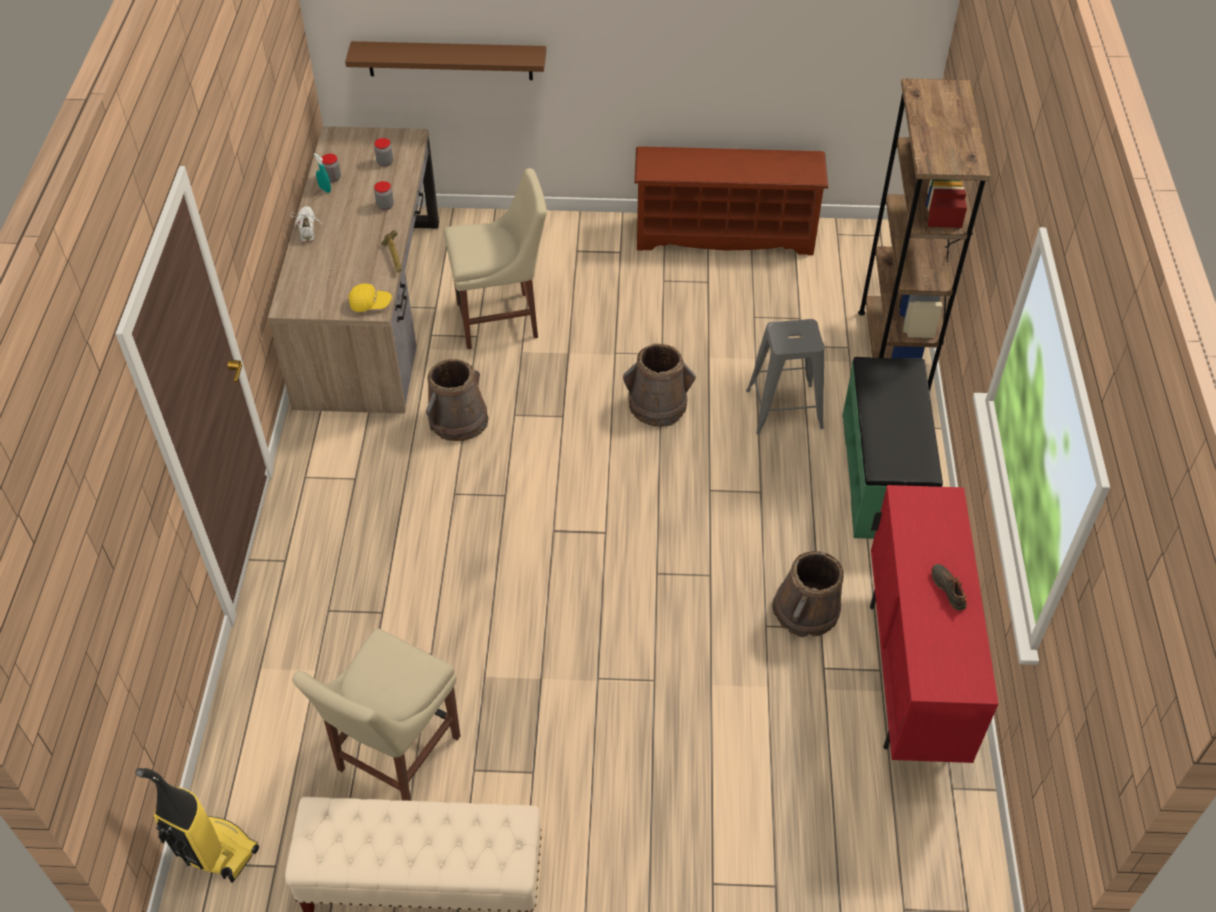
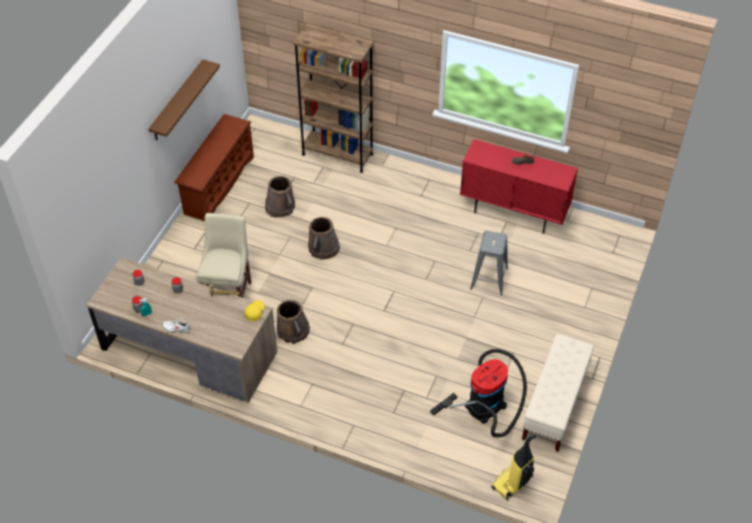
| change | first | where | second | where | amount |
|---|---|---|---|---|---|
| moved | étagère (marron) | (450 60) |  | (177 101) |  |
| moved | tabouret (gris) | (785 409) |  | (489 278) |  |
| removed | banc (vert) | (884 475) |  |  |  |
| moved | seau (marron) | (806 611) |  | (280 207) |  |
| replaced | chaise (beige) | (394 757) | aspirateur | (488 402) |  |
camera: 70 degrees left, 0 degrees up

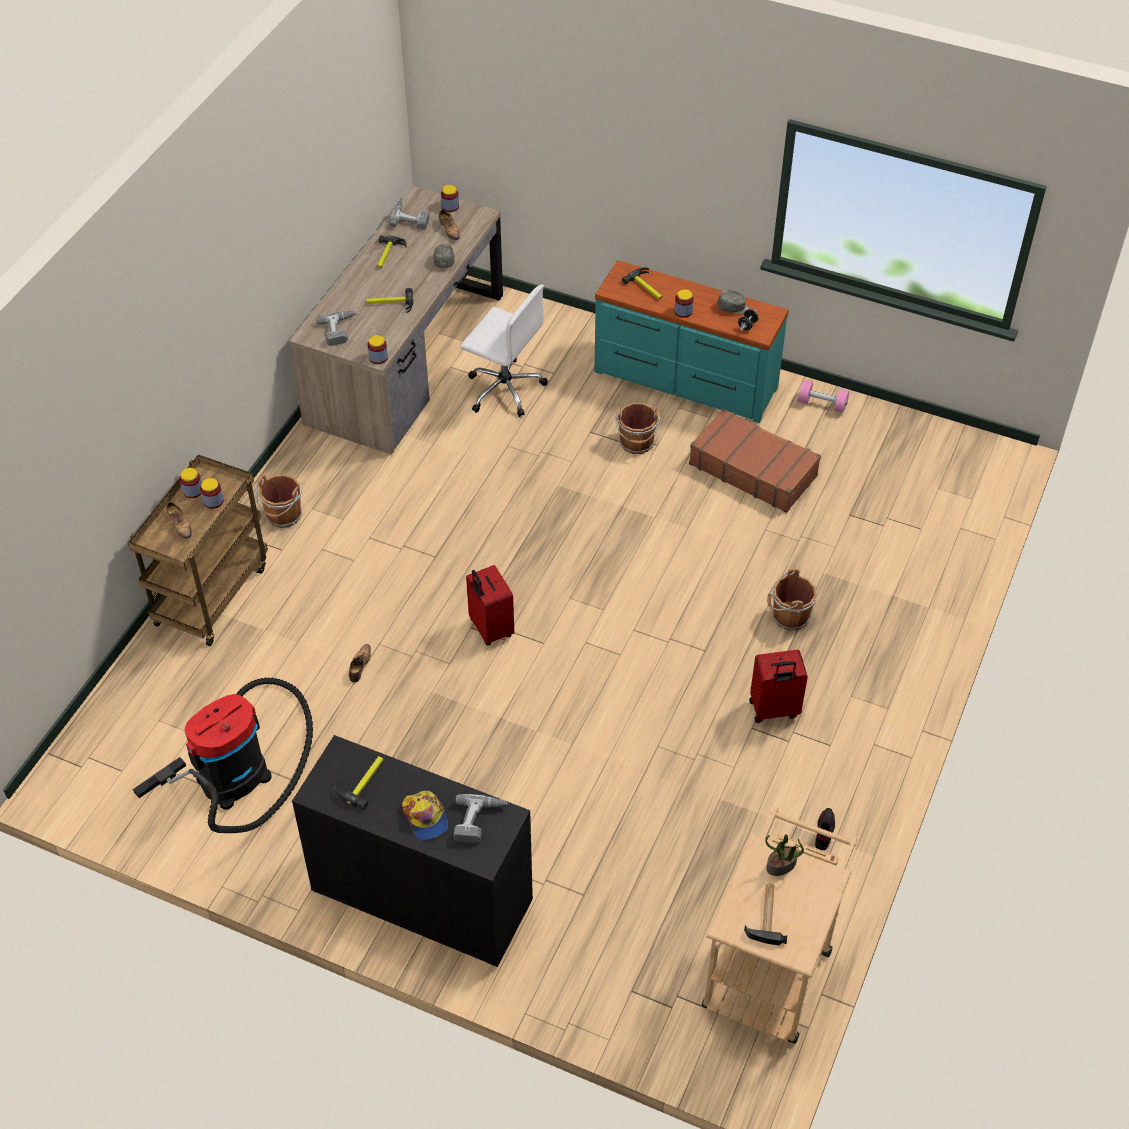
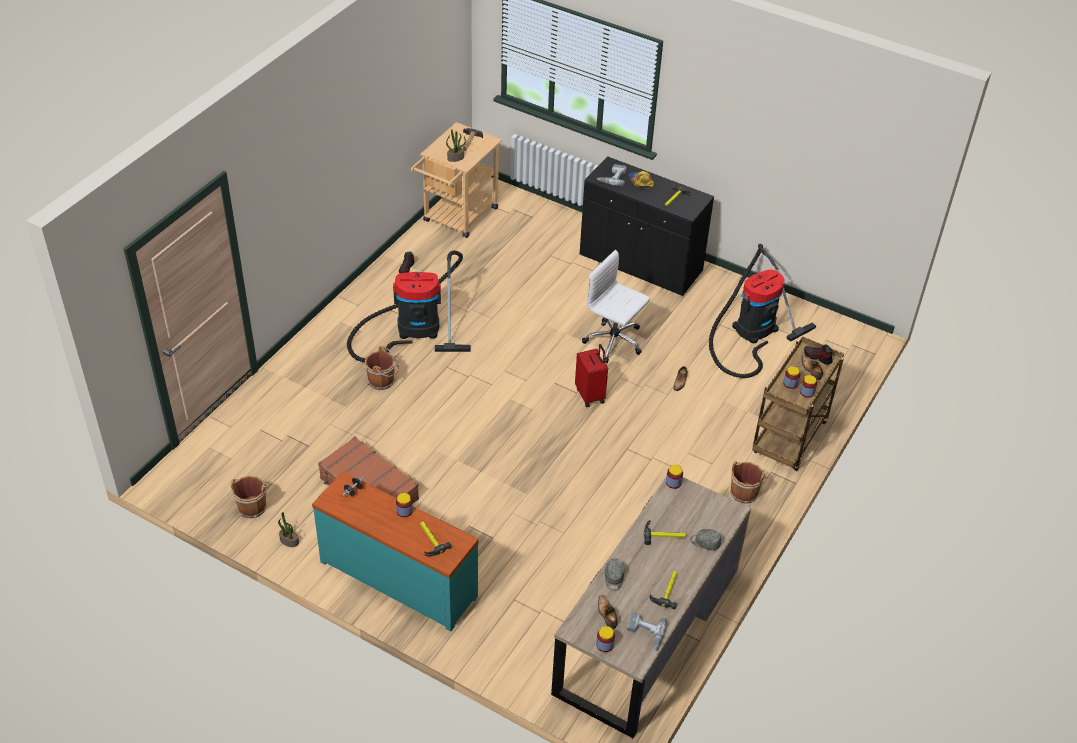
| change | first | where | second | where | amount |
|---|---|---|---|---|---|
| moved | chaise de bureau (blanc) | (504 388) |  | (614 342) |  |
| moved | casquette (gris) | (734 308) |  | (705 542) |  |
| removed | perceuse | (340 330) |  |  |  |
| replaced | haltère (rose) | (822 404) | plante en pot | (289 541) |  |
| moved | seau (marron) | (637 444) |  | (252 506) |  |
| replaced | valise (rouge) | (774 710) | aspirateur | (413 329) |  |
| added |  |  | chaussure | (817 357) |  |
camera: 175 degrees left, 5 degrees down

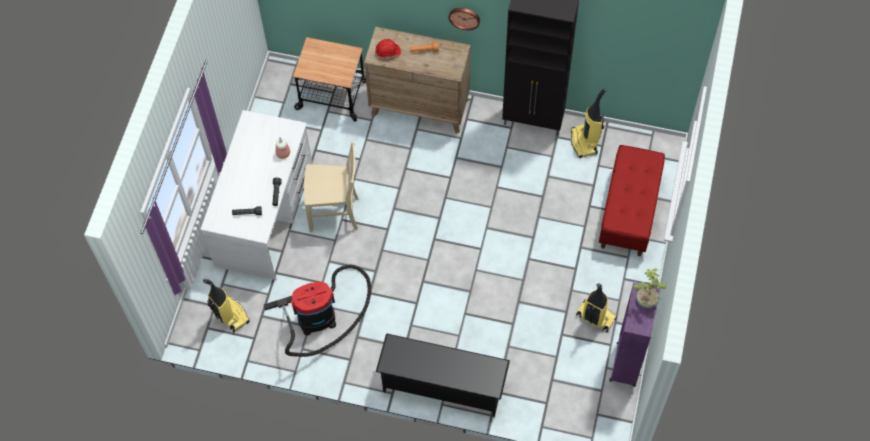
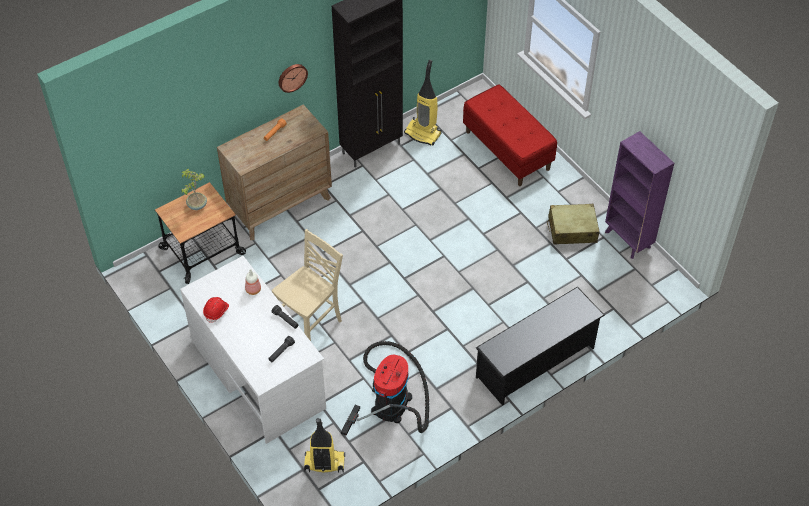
| change | first | where | second | where | amount |
|---|---|---|---|---|---|
| moved | casque de chantier (rouge) | (388 52) |  | (216 311) |  |
| moved | plante en pot | (646 300) |  | (196 205) |  |
| replaced | aspirateur | (595 317) | valise (beige) | (572 230) |  |
camera: 50 degrees left, 10 degrees down

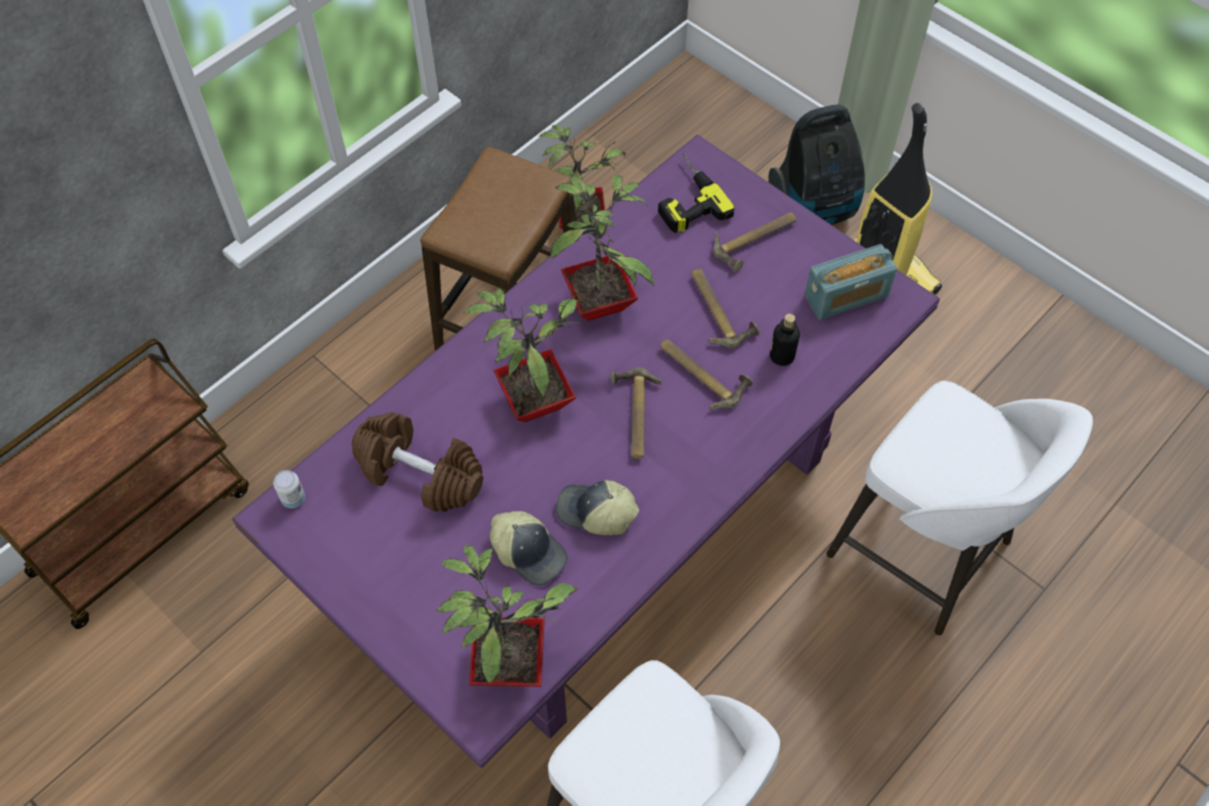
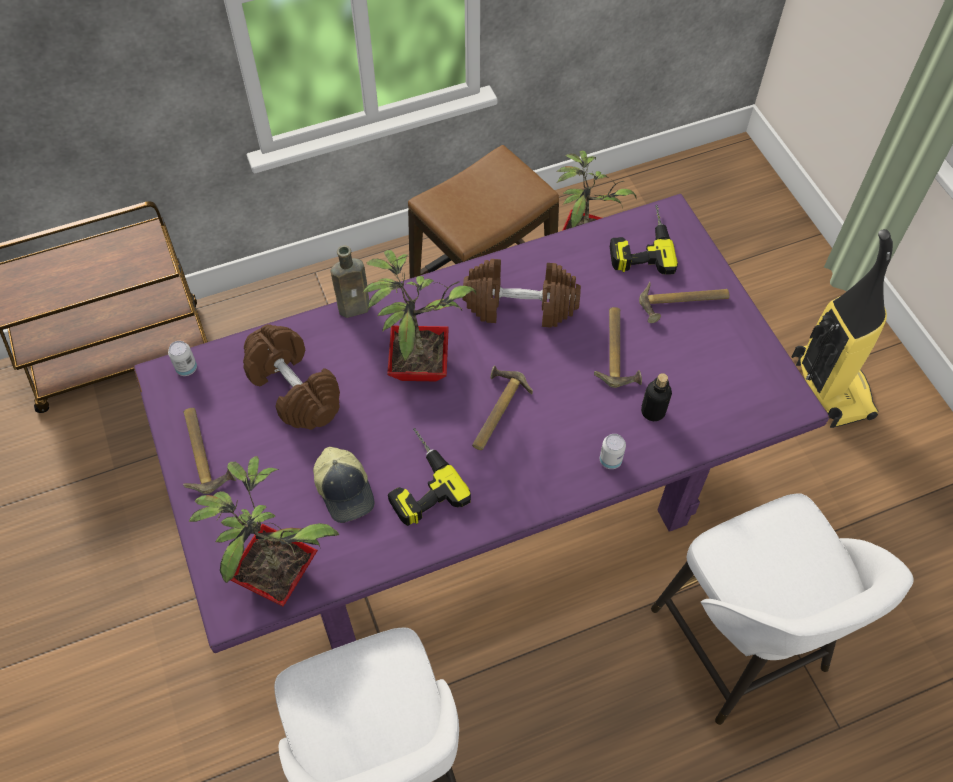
| change | first | where | second | where | amount |
|---|---|---|---|---|---|
| removed | aspirateur | (815 209) |  |  |  |
| replaced | plante en pot | (602 302) | haltère (marron) | (520 305) |  |
| removed | radio | (846 296) |  |  |  |
| moved | marteau | (702 373) |  | (205 452) |  |
| replaced | casquette | (595 513) | perceuse | (417 481) |  |
| added |  |  | bouteille (marron) | (356 307) |  |
| added |  |  | boîte métallique | (610 460) |  |
camera: 25 degrees right, 0 degrees up

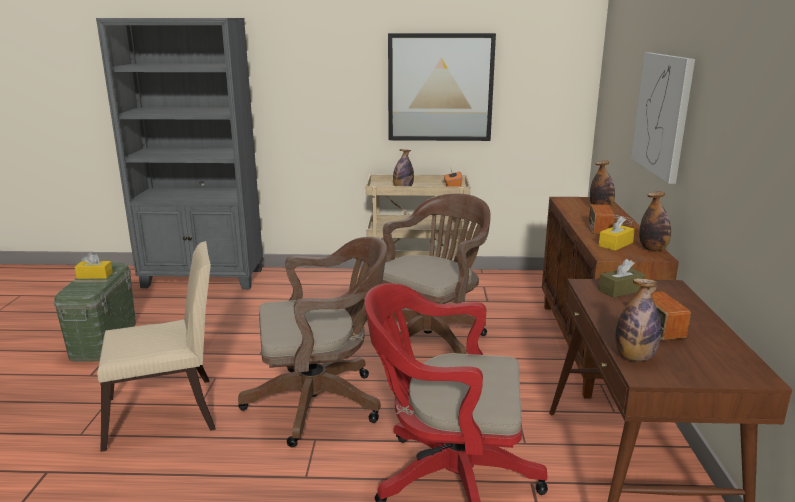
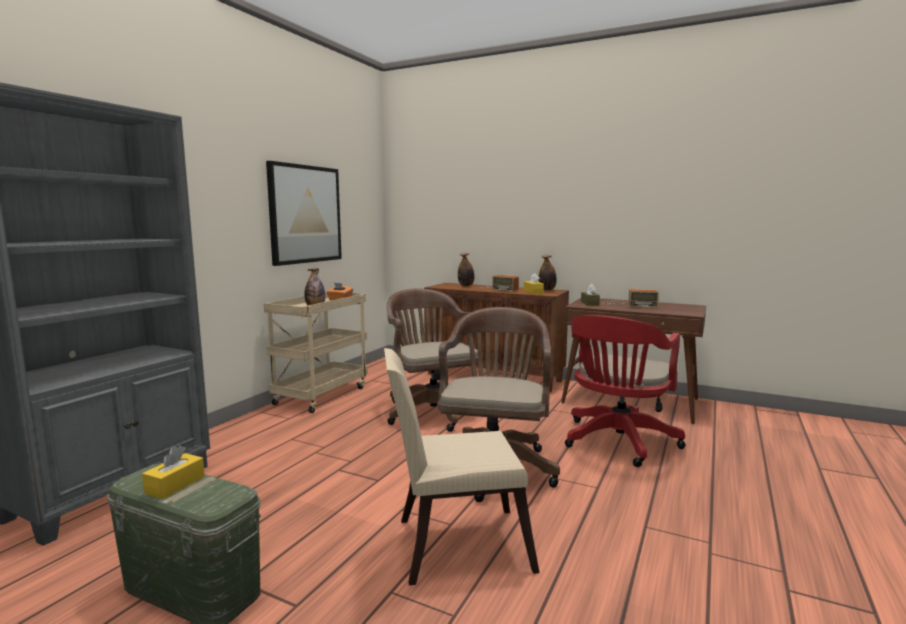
| change | first | where | second | where | amount |
|---|---|---|---|---|---|
| removed | tableau | (662 114) |  |  |  |
| turned | chaise (beige) | (169 413) |  | (453 544) | 105 degrees counterclockwise |
| removed | bouteille | (634 357) |  |  |  |
camera: 65 degrees left, 10 degrees down

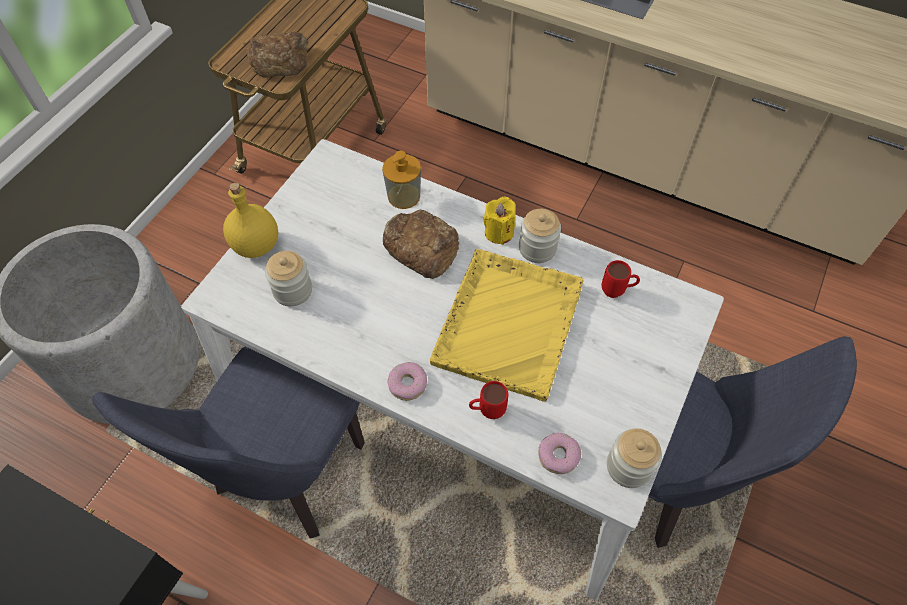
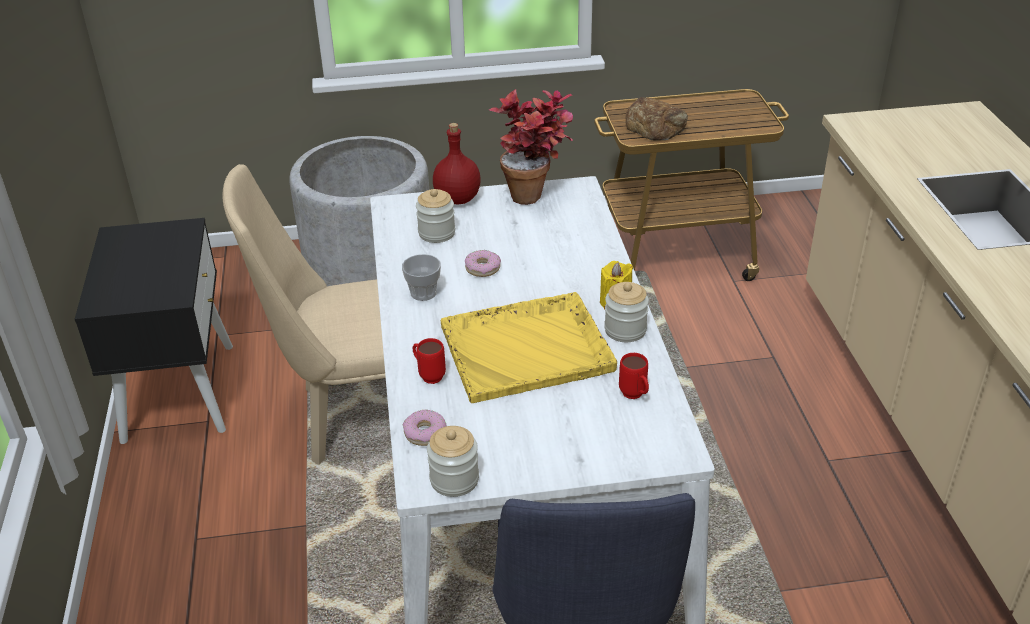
| change | first | where | second | where | amount |
|---|---|---|---|---|---|
| removed | distributeur de savon | (404 196) |  |  |  |
| recoloured | bouteille (jaune) | (256 245) | bouteille (rouge) | (458 198) |  |
| removed | pain | (421 247) |  |  |  |
| recoloured | chaise (bleu) | (285 479) | chaise (beige) | (350 419) |  |
| moved | beignet | (407 384) |  | (482 268) |  |
| added |  |  | plante en pot | (536 194) |  |
| added |  |  | tasse | (423 293) |  |
camera: 55 degrees right, 20 degrees down

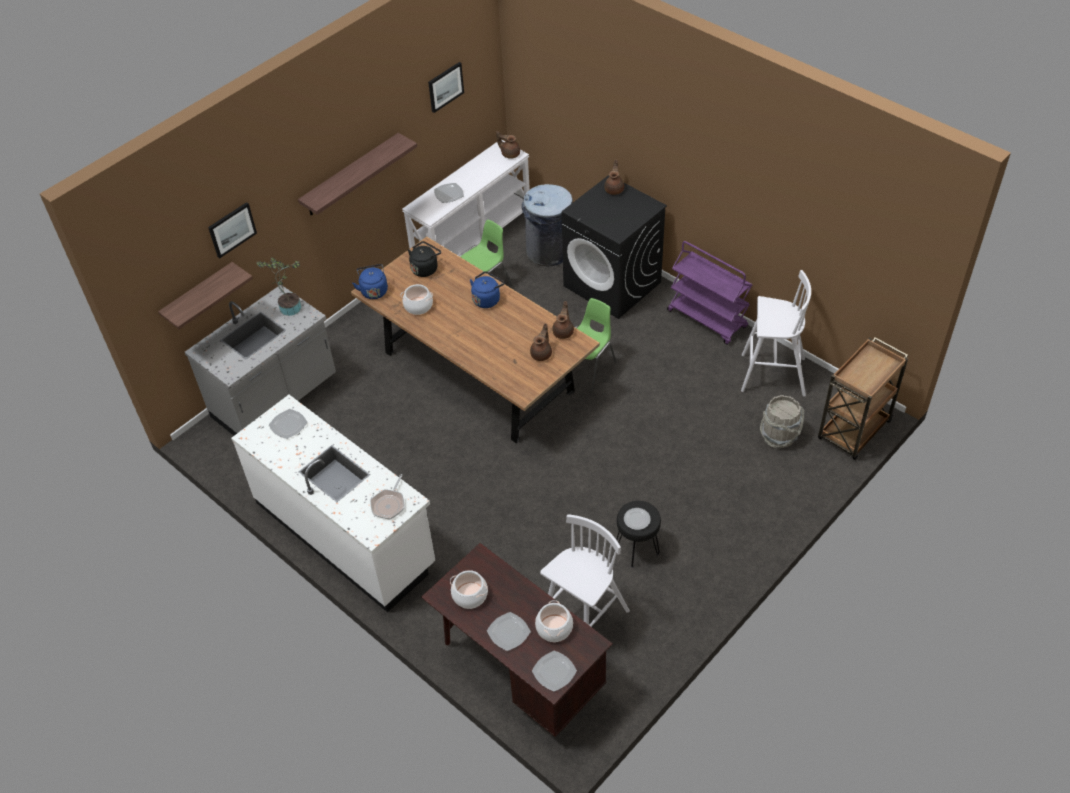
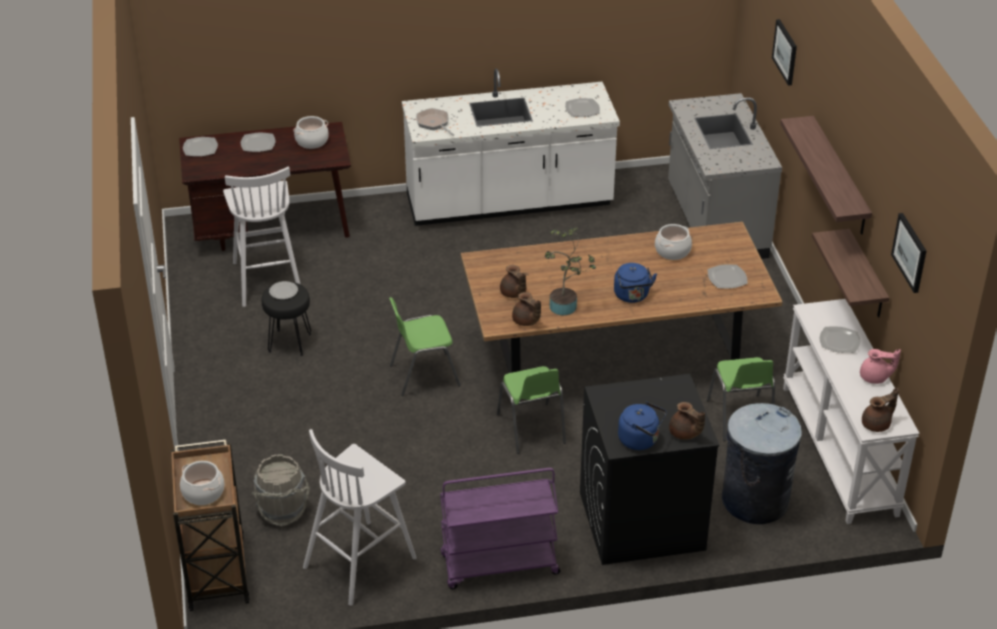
| change | first | where | second | where | amount |
|---|---|---|---|---|---|
| replaced | bouilloire (noir) | (425 268) | assiette | (727 278) |  |
| moved | plante en pot | (289 306) |  | (566 307) |  |
| moved | étagère | (199 296) |  | (866 276) |  |
| moved | bouilloire (bleu) | (373 290) |  | (641 440) |  |
| moved | marmite | (554 628) |  | (203 492) |  |
| added |  |  | chaise (vert) | (423 375) |  |
| added |  |  | théière (rose) | (875 377) |  |
camera: 125 degrees right, 10 degrees down

